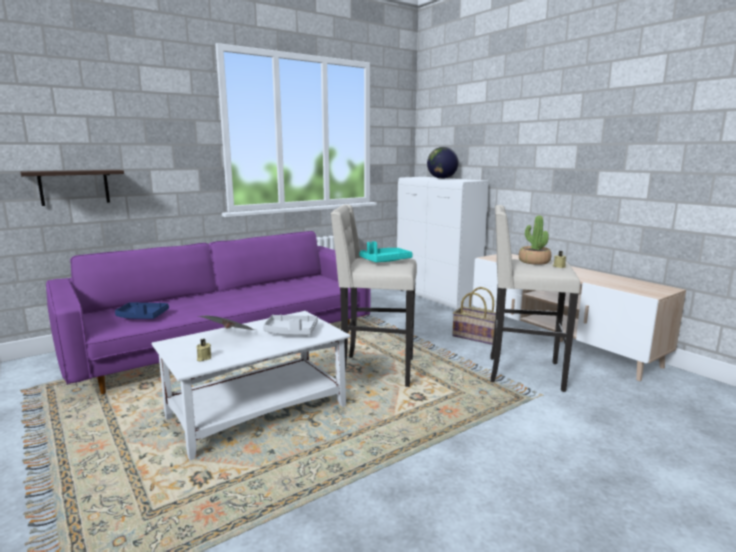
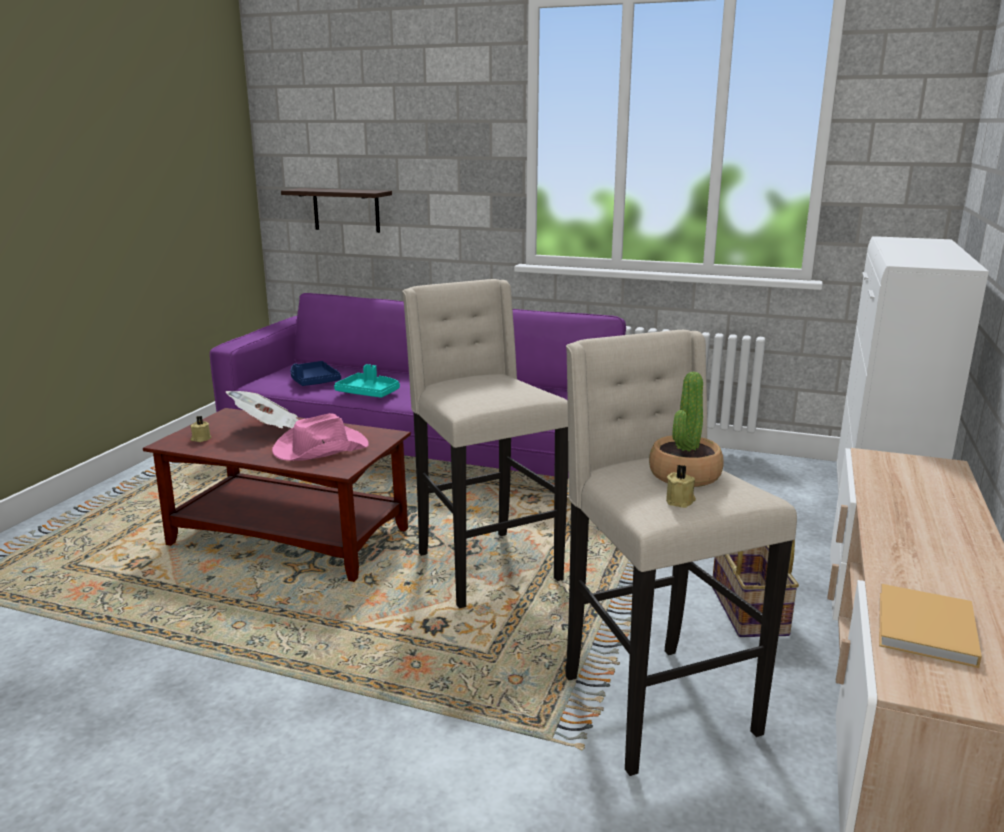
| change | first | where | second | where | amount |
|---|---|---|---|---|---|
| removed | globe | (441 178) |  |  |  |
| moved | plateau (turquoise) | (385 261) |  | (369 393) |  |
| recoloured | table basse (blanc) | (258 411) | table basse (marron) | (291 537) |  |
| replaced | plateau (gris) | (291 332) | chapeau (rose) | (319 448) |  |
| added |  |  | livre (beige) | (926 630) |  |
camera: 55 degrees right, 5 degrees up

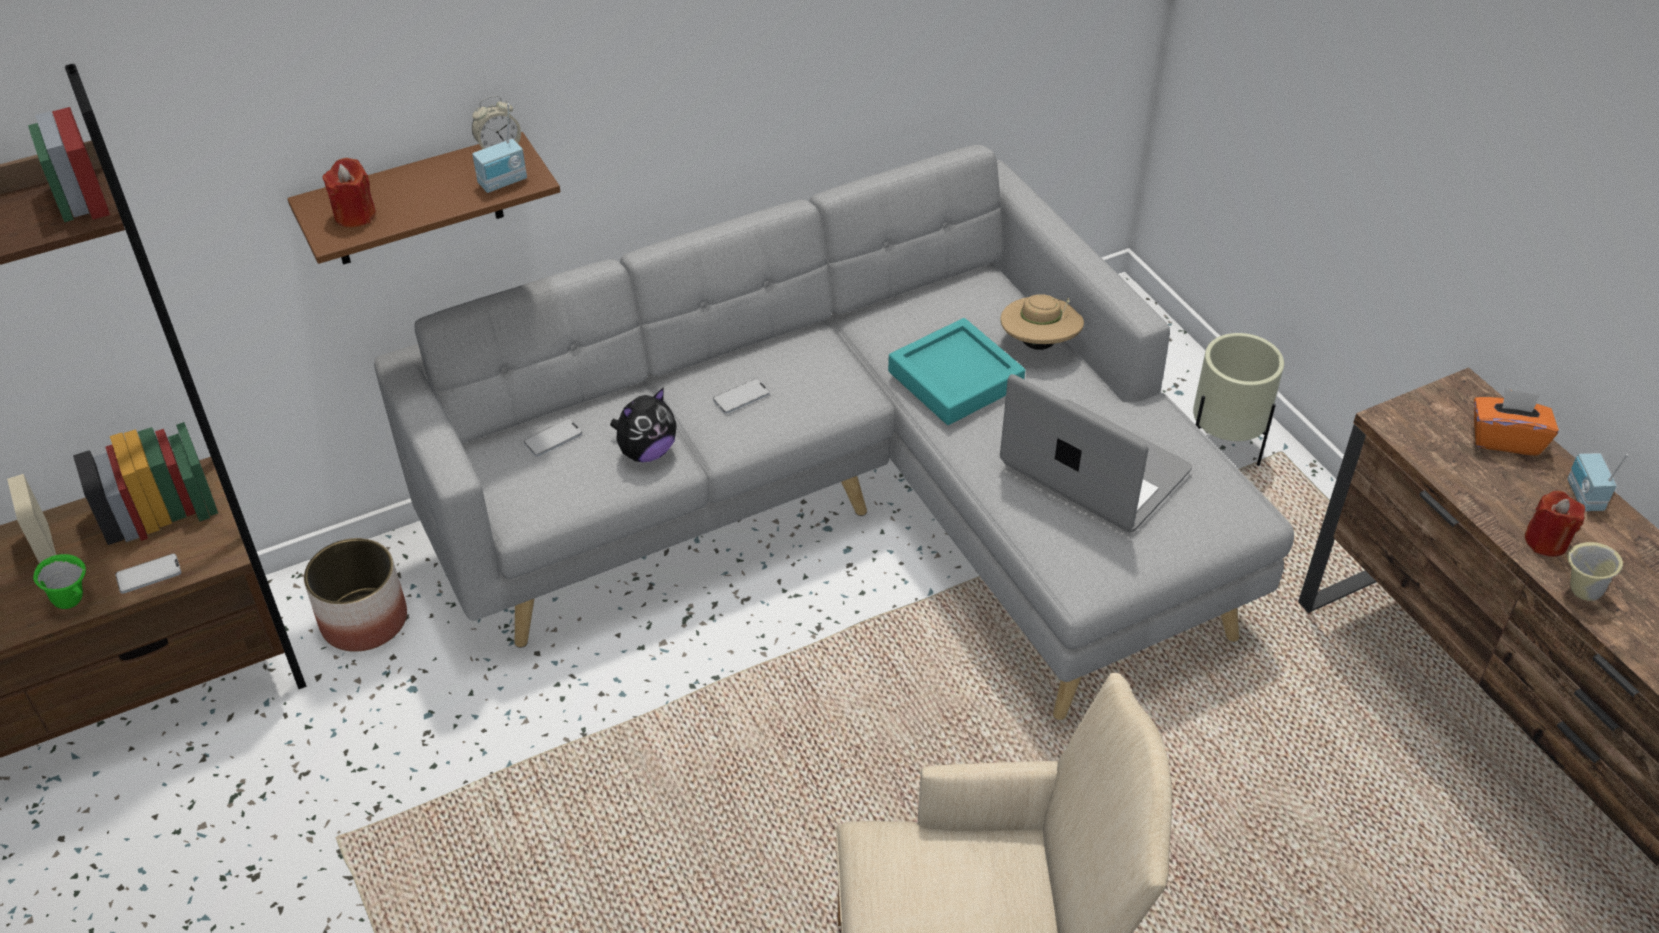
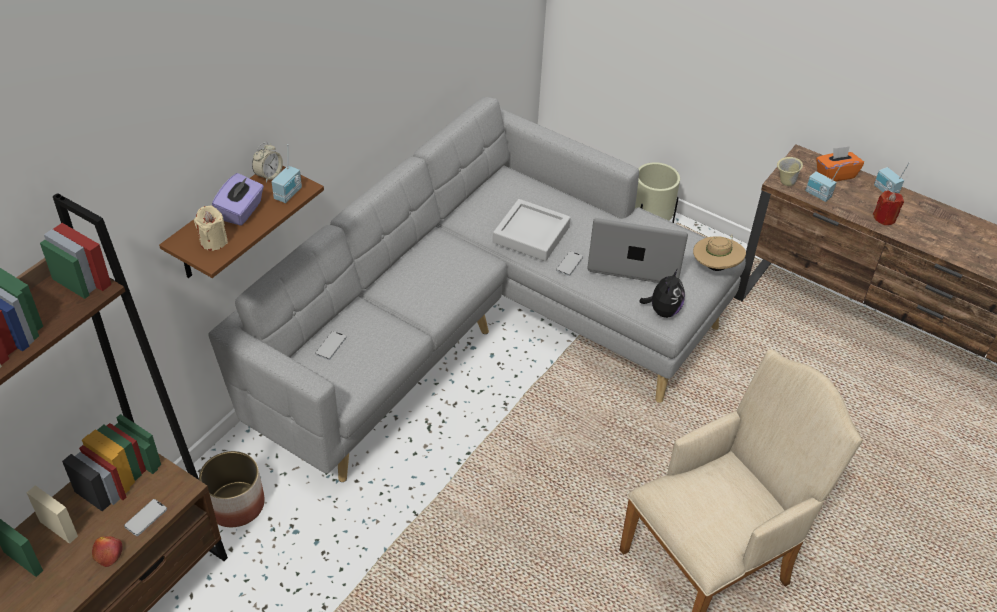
| change | first | where | second | where | amount |
|---|---|---|---|---|---|
| recoloured | bougie (rouge) | (355 215) | bougie (beige) | (213 241) |  |
| moved | chapeau (beige) | (1039 344) |  | (715 266) |  |
| recoloured | plateau (turquoise) | (955 379) | plateau (gris) | (531 235) |  |
| moved | téléphone | (741 397) |  | (569 264) |  |
| moved | peluche | (646 451) |  | (662 311) |  |
| moved | mug (beige) | (1579 591) |  | (785 183) |  |
| replaced | mug (vert) | (74 601) | pomme | (108 553) |  |
| added |  |  | radio | (817 195) |  |
| added |  |  | boîte à mouchoirs (violet) | (241 211) |  |
camera: 30 degrees left, 0 degrees up

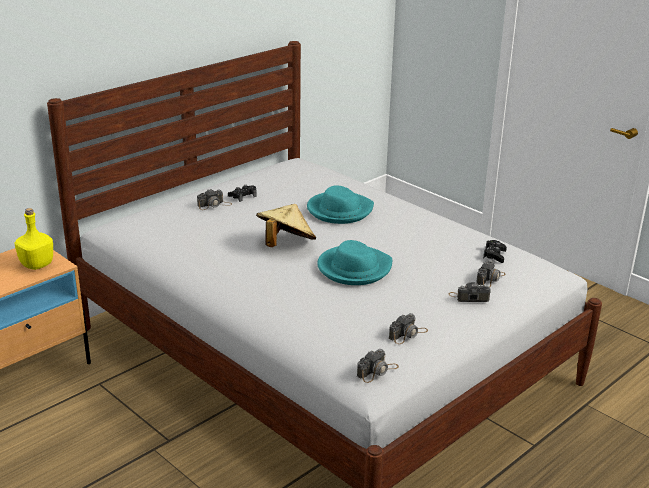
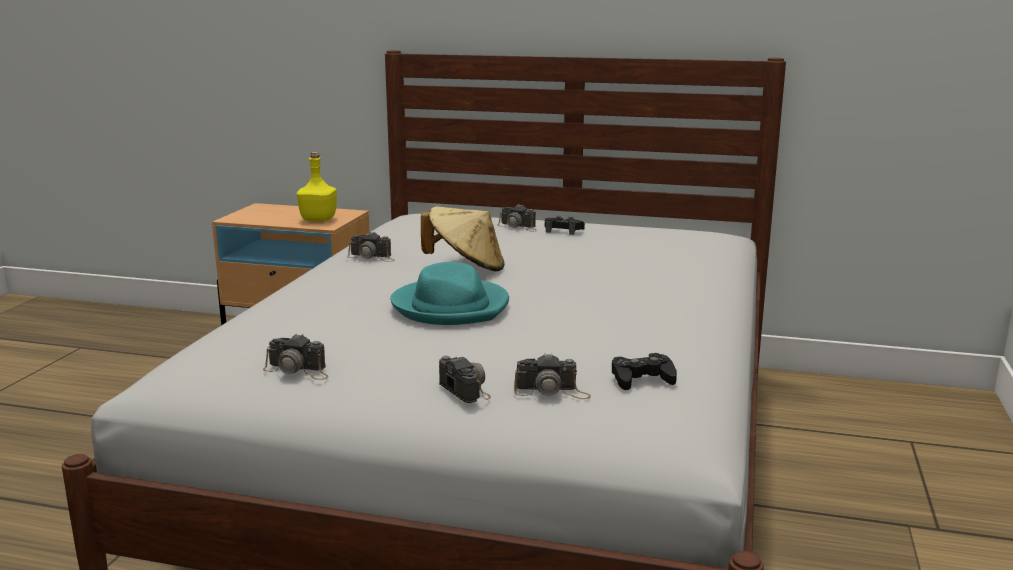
| change | first | where | second | where | amount |
|---|---|---|---|---|---|
| removed | chapeau (turquoise) | (339 210) |  |  |  |
| moved | appareil photo | (377 371) |  | (372 257) |  |
camera: 60 degrees right, 10 degrees down

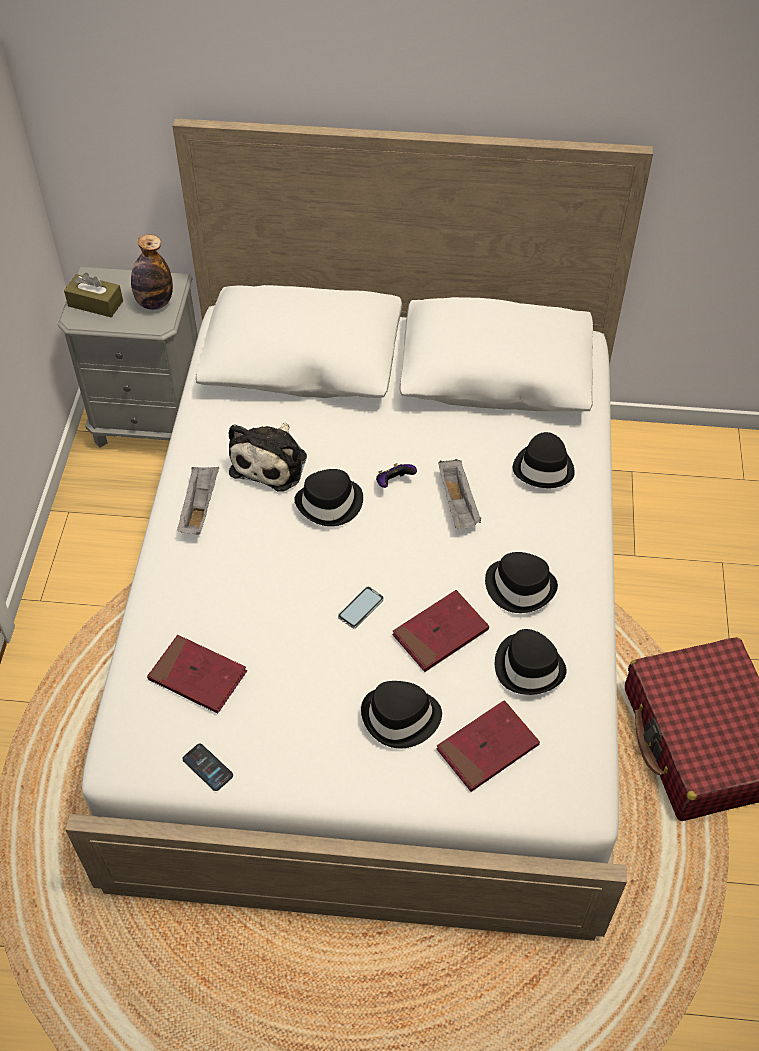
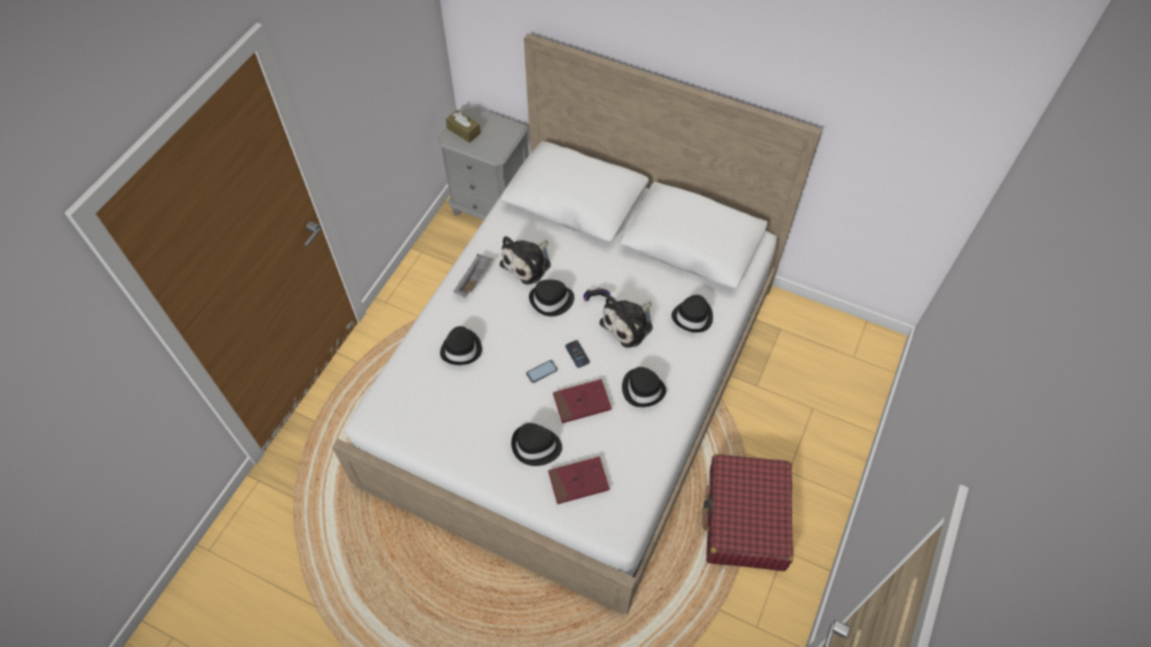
| change | first | where | second | where | amount |
|---|---|---|---|---|---|
| removed | bouteille | (154 303) |  |  |  |
| replaced | plateau (gris) | (458 504) | peluche | (629 324) |  |
| moved | chapeau (noir) | (529 667) |  | (462 349) |  |
| removed | livre (rouge) | (198 676) |  |  |  |
| moved | téléphone | (207 767) |  | (577 354) |  |
camera: 20 degrees right, 5 degrees up

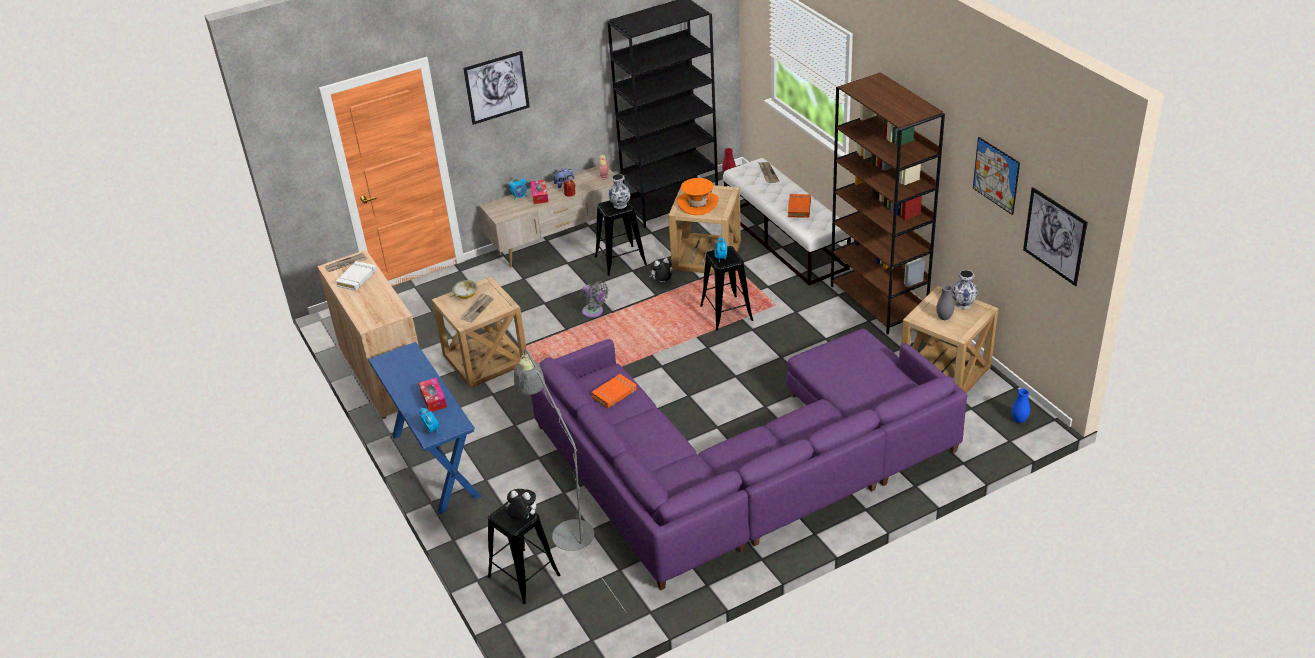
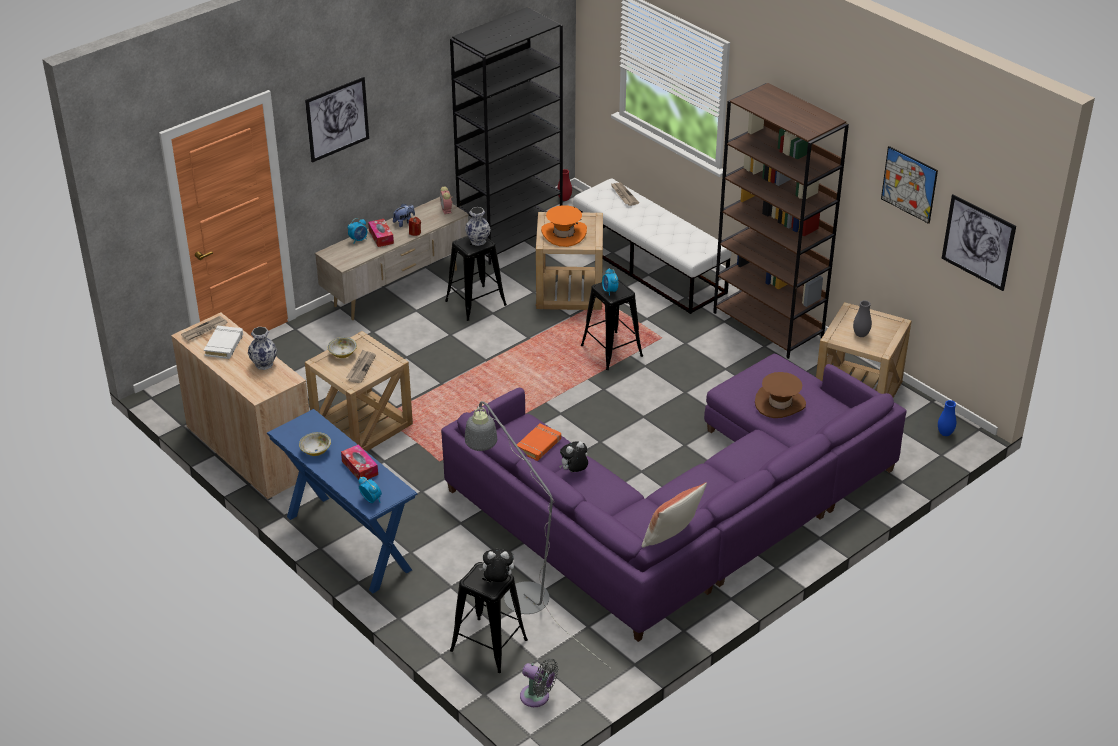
| change | first | where | second | where | amount |
|---|---|---|---|---|---|
| removed | livre (orange) | (799 208) |  |  |  |
| moved | peluche | (662 282) |  | (574 472) |  |
| moved | vase | (962 304) |  | (263 364) |  |
| moved | ventilateur (gris) | (594 312) |  | (537 697) |  |
| added |  |  | chapeau (marron) | (780 404) |  |
| added |  |  | bol | (315 451) |  |
| added |  |  | coussin | (671 537) |  |
camera: 15 degrees left, 0 degrees up

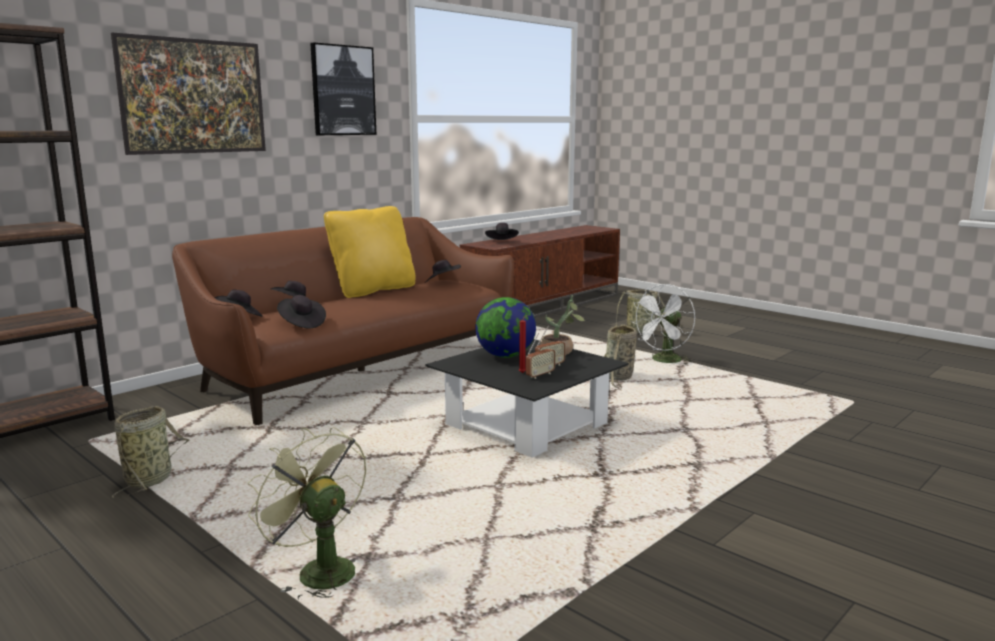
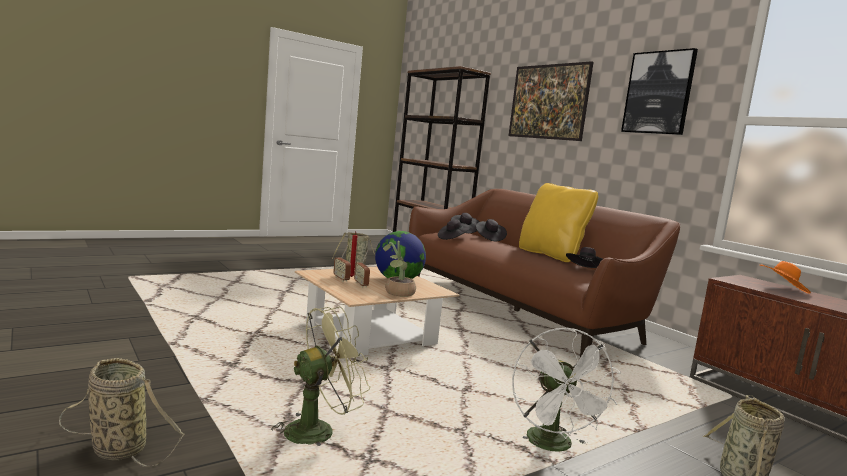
| change | first | where | second | where | amount |
|---|---|---|---|---|---|
| recoloured | chapeau (noir) | (502 242) | chapeau (orange) | (782 289) |  |
| turned | ventilateur (blanc) | (664 361) |  | (554 447) | 150 degrees counterclockwise |
| moved | panier | (618 378) |  | (115 448) |  |
| recoloured | table basse (noir) | (526 424) | table basse (beige) | (370 334) |  |
| moved | ventilateur (vert) | (317 570) |  | (318 430) |  |
camera: 100 degrees right, 5 degrees down

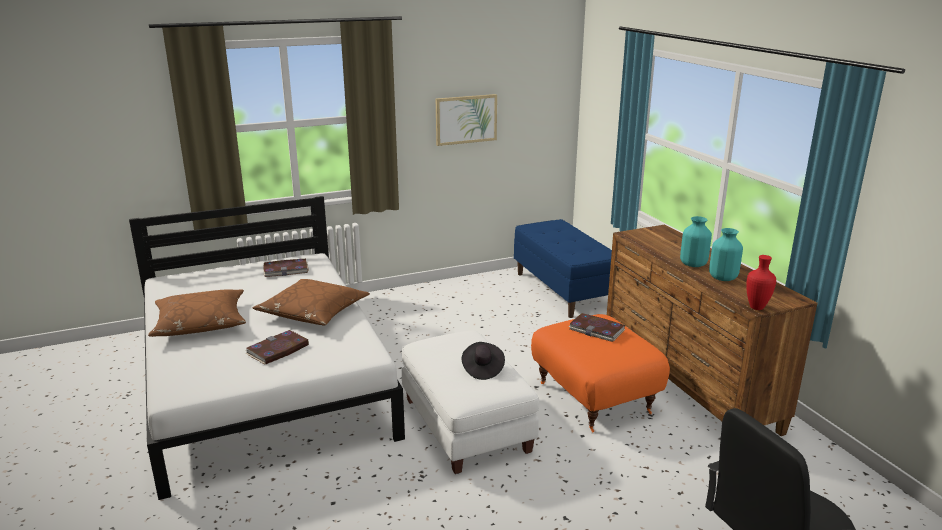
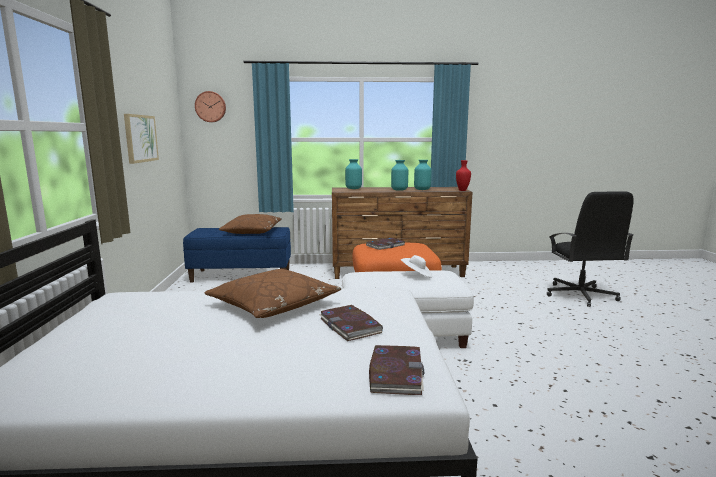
| change | first | where | second | where | amount |
|---|---|---|---|---|---|
| moved | livre | (286 270) |  | (395 372) |  |
| moved | coussin (marron) | (200 323) |  | (252 231) |  |
| recoloured | chapeau (noir) | (482 369) | chapeau (blanc) | (417 275) |  |
| added |  |  | horloge murale | (210 107) |  |
| added |  |  | vase (turquoise) | (353 188) |  |
camera: 70 degrees left, 10 degrees down

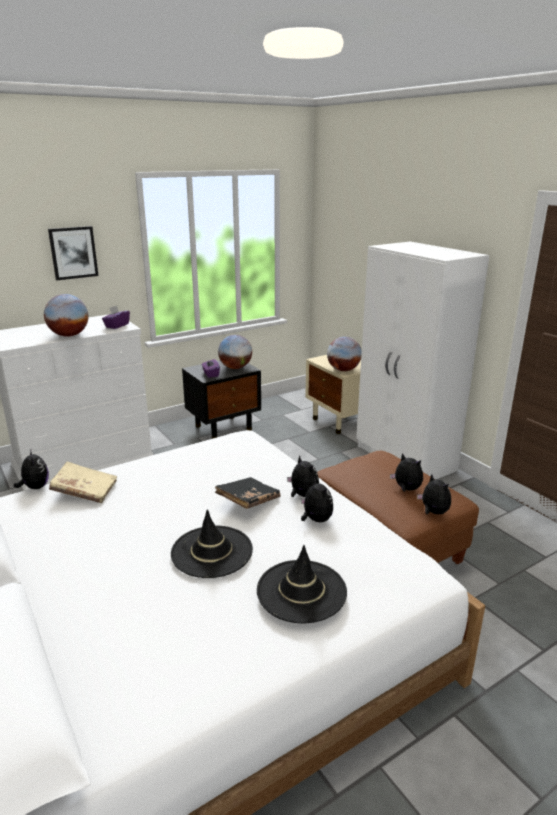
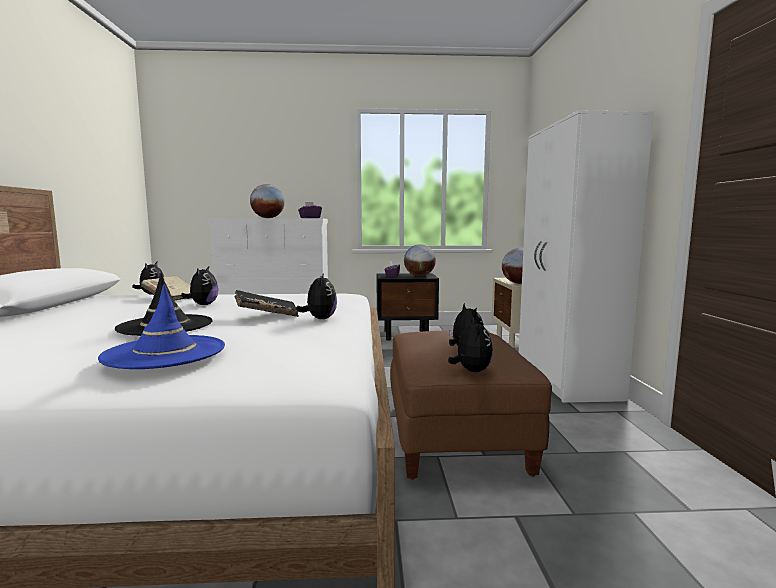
| change | first | where | second | where | amount |
|---|---|---|---|---|---|
| removed | tableau | (73 252) |  |  |  |
| moved | peluche | (316 520) |  | (203 305) |  |
| recoloured | chapeau (noir) | (301 591) | chapeau (bleu) | (165 352) |  |
camera: 30 degrees right, 15 degrees down

